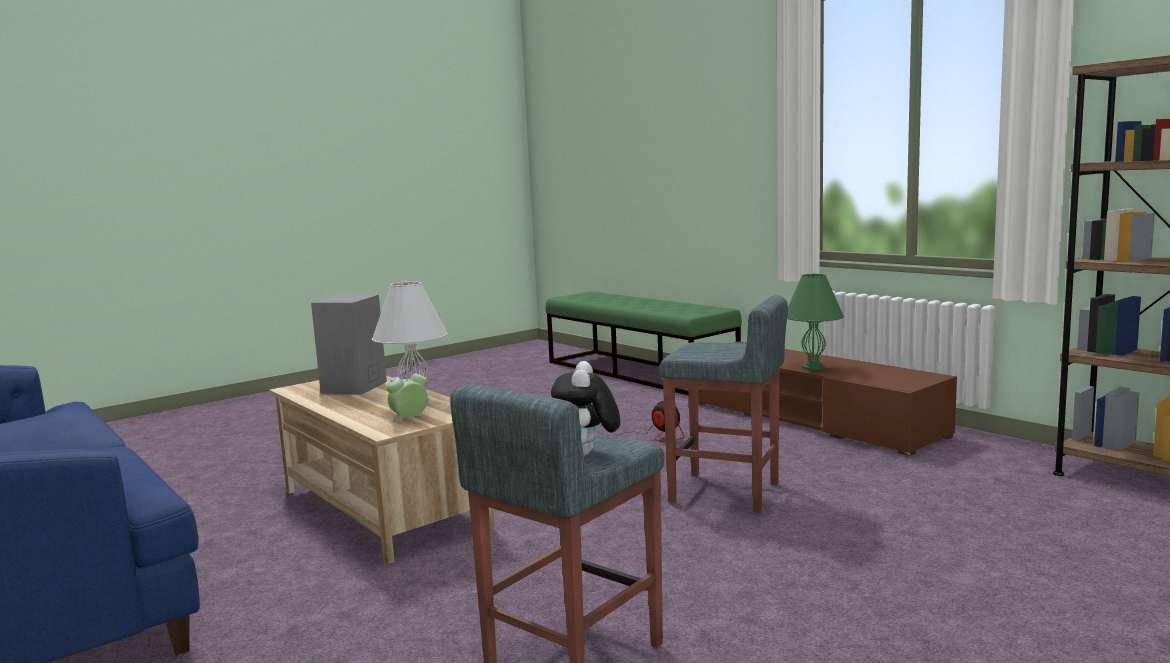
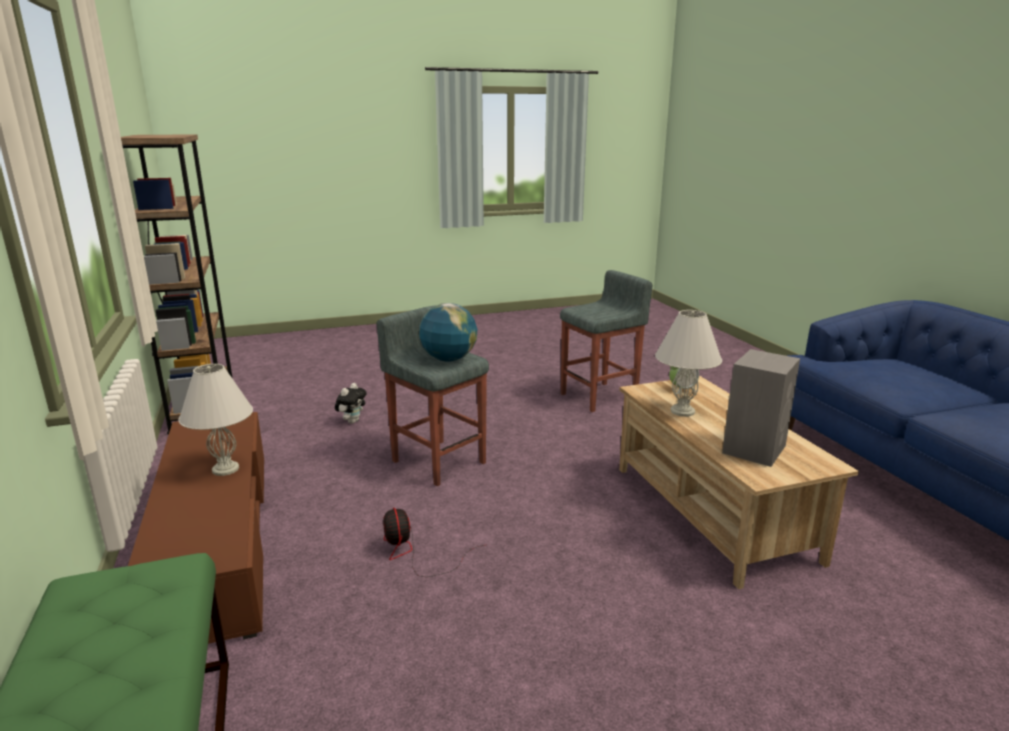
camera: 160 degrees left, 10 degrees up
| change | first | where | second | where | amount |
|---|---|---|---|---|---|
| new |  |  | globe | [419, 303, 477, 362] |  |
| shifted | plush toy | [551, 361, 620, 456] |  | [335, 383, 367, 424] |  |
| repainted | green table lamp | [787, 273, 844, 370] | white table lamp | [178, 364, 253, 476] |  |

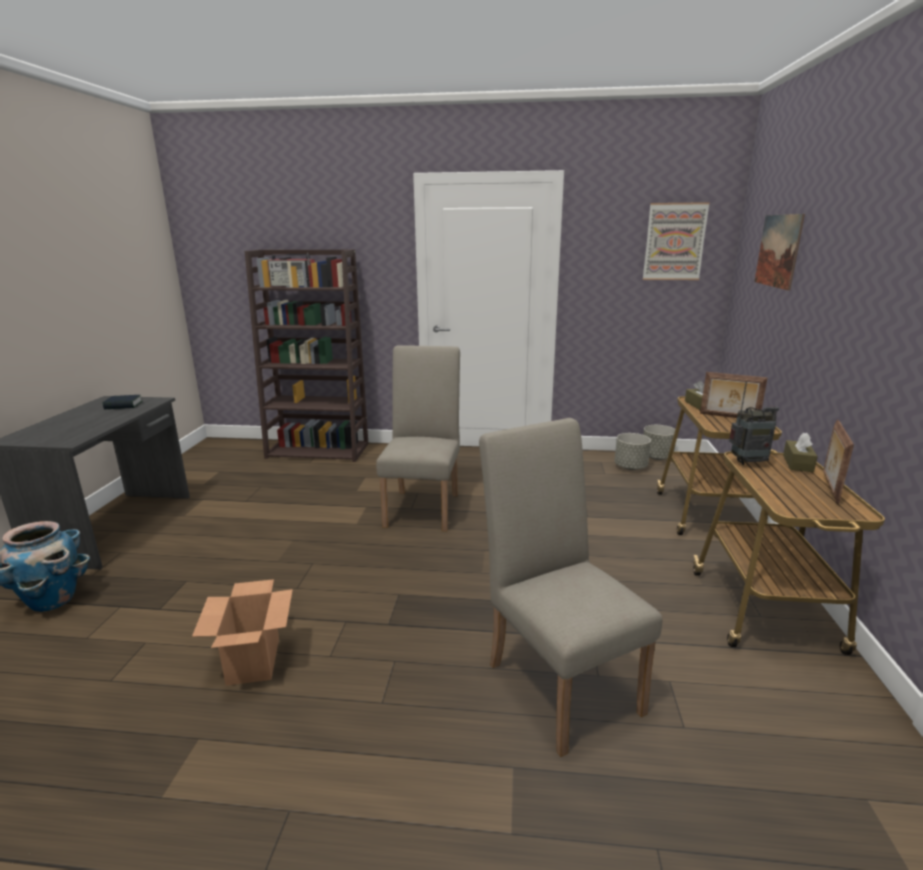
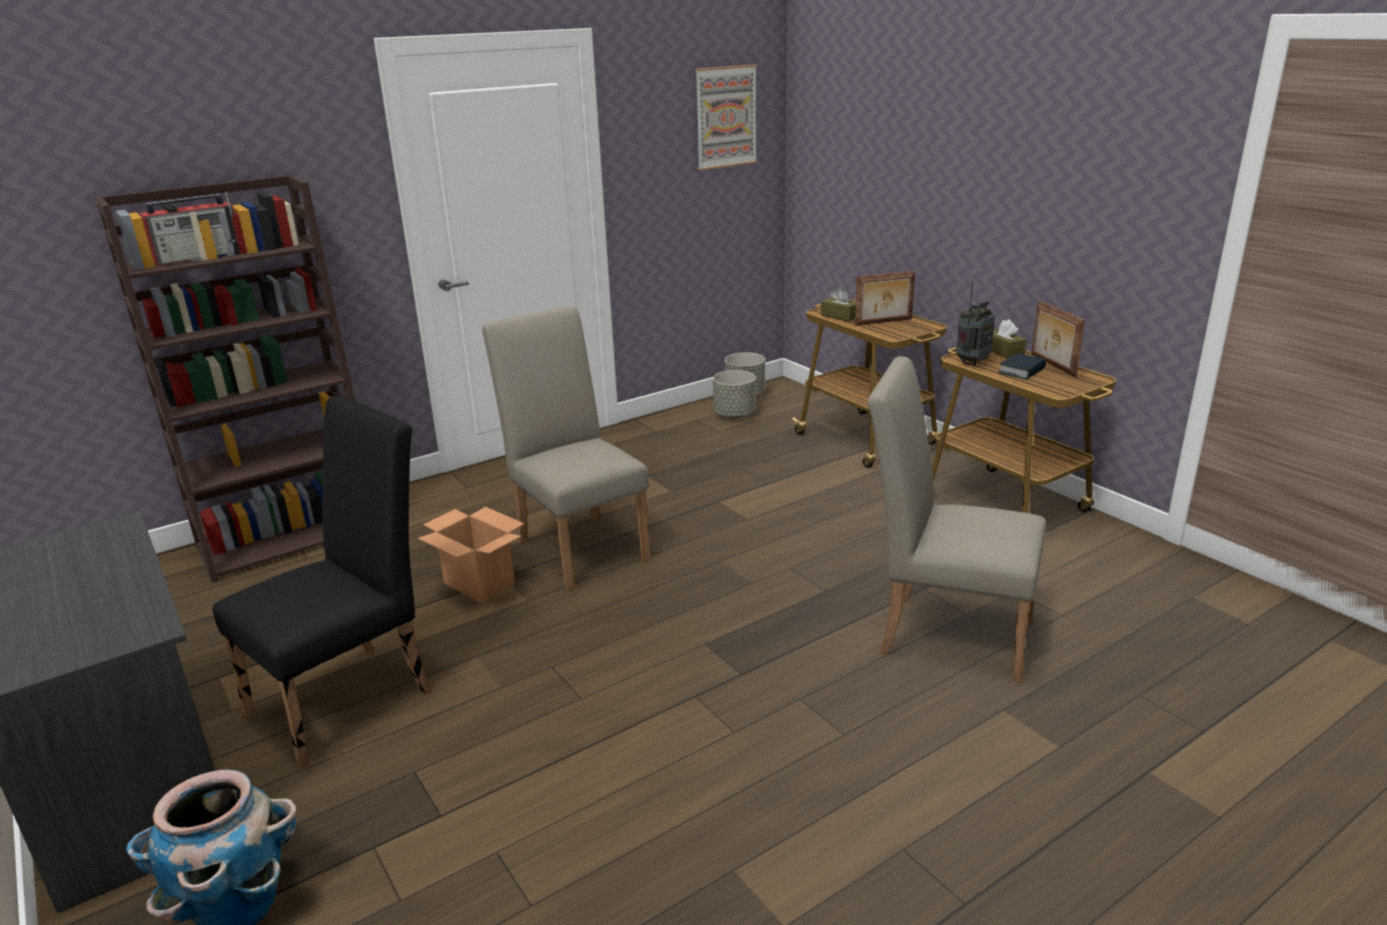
camera: 40 degrees left, 5 degrees up
| change | first | where | second | where | amount |
|---|---|---|---|---|---|
| gone | picture | [754, 214, 805, 291] |  |  |  |
| new |  |  | black chair | [212, 396, 431, 767] |  |
| shifted | book | [102, 395, 142, 409] |  | [998, 353, 1046, 380] |  |
| shifted | cardboard box | [192, 579, 293, 686] |  | [418, 507, 524, 603] |  |

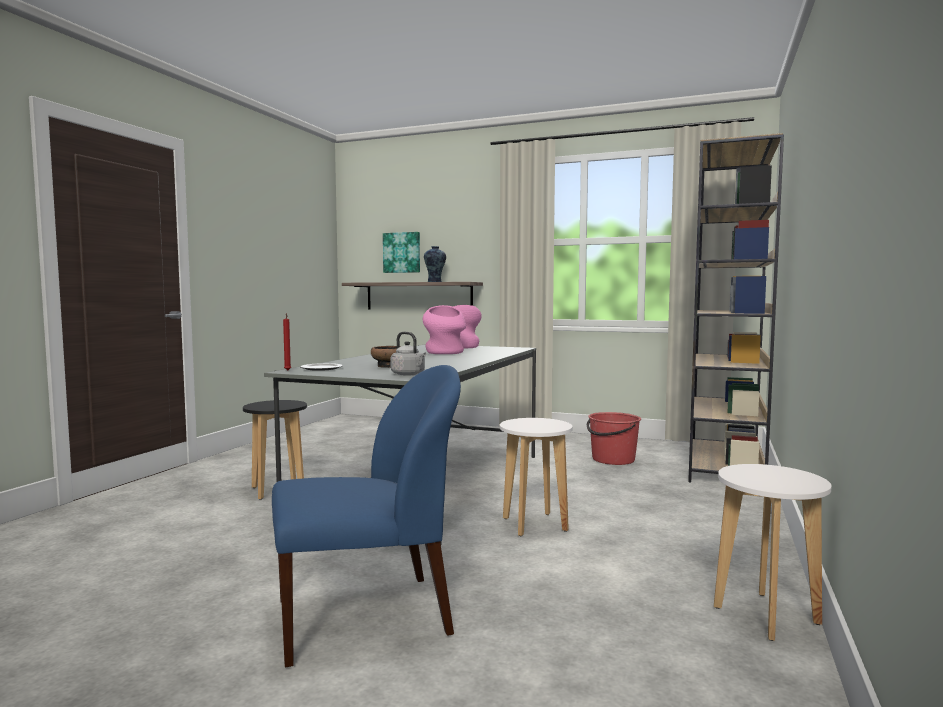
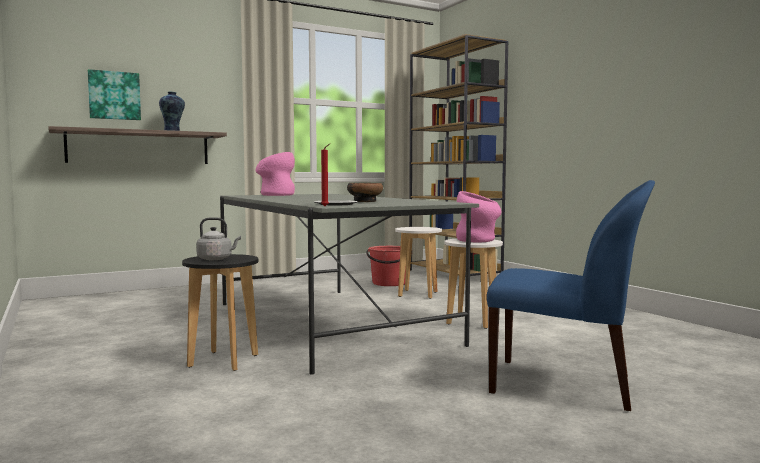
camera: 50 degrees left, 0 degrees up
| change | first | where | second | where | amount |
|---|---|---|---|---|---|
| shifted | grey kettle | [390, 332, 426, 376] |  | [196, 217, 241, 260] |  |
| shifted | pink vase | [423, 305, 466, 354] |  | [456, 191, 502, 242] |  |
| shifted | white stool | [714, 464, 832, 641] |  | [395, 227, 442, 299] |  |
| rotated | blue chair | [272, 365, 461, 667] |  | [487, 180, 655, 411] | 90 degrees clockwise |

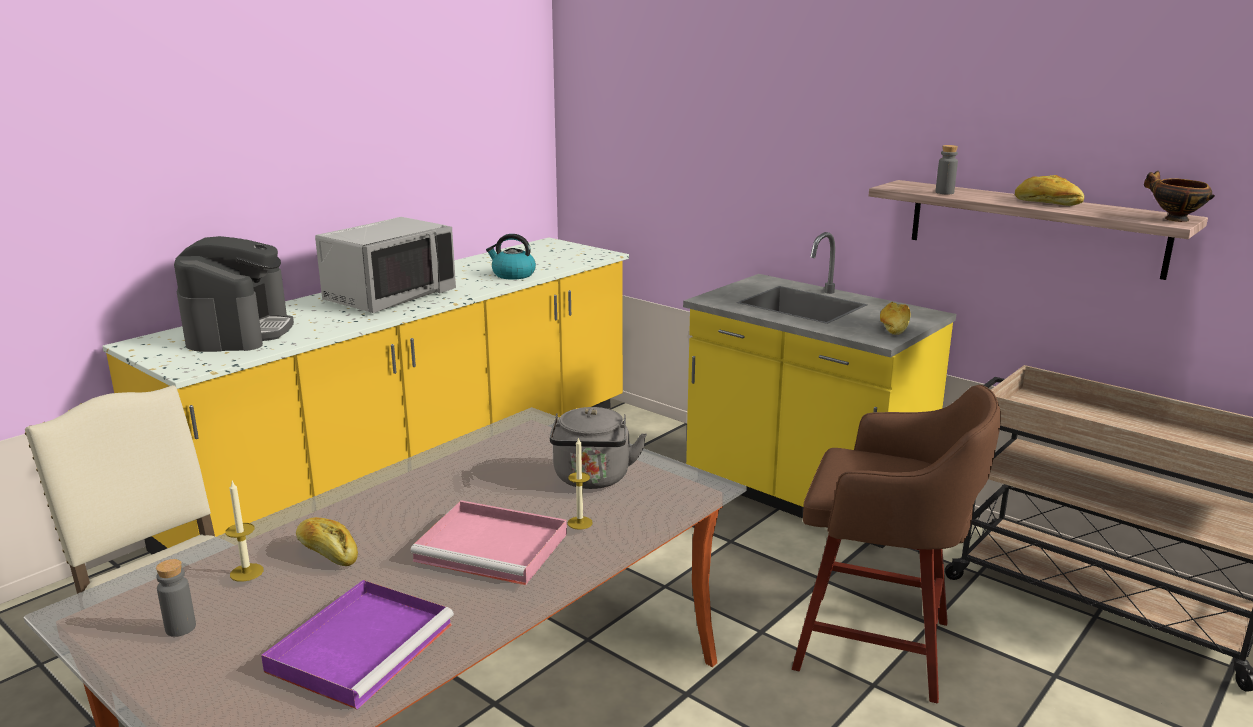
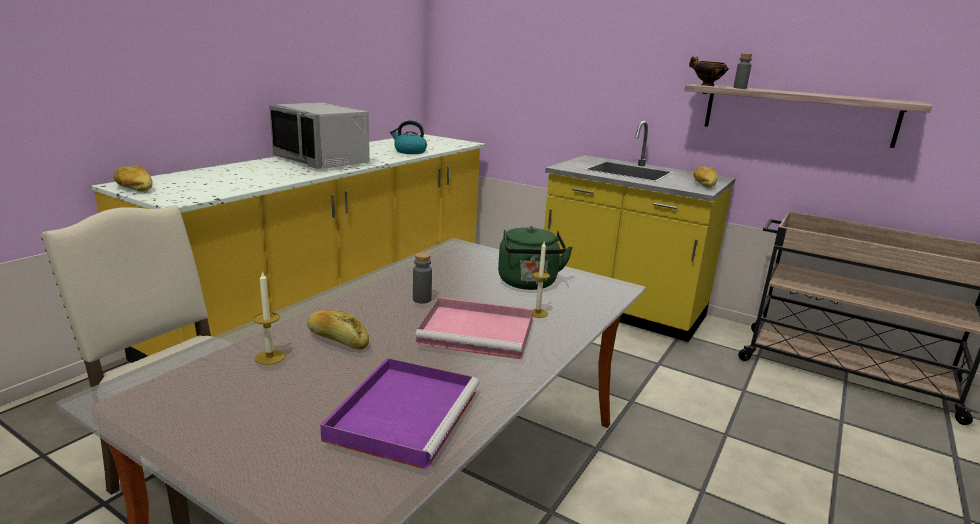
camera: 10 degrees left, 0 degrees up
| change | first | where | second | where | amount |
|---|---|---|---|---|---|
| gone | coffee machine | [174, 236, 294, 352] |  |  |  |
| gone | brown stool | [792, 384, 1001, 703] |  |  |  |
| shifted | grey bottle | [156, 559, 196, 637] |  | [413, 252, 432, 303] |  |
| shifted | bread | [1015, 175, 1084, 206] |  | [114, 166, 153, 192] |  |
| shifted | bowl | [1144, 171, 1215, 222] |  | [689, 57, 729, 86] |  |
| repainted | grey kettle | [550, 407, 647, 489] | green kettle | [498, 226, 573, 290] |  |
| rotated | grey microwave | [315, 217, 456, 313] |  | [269, 103, 370, 169] | 105 degrees clockwise |

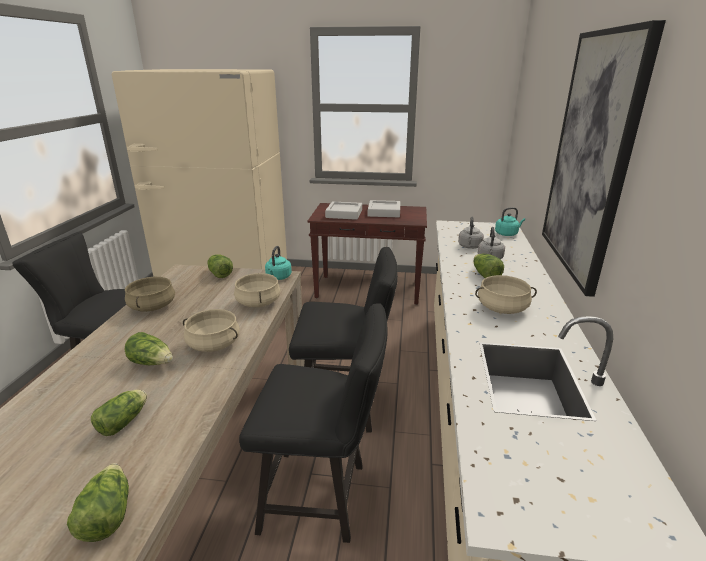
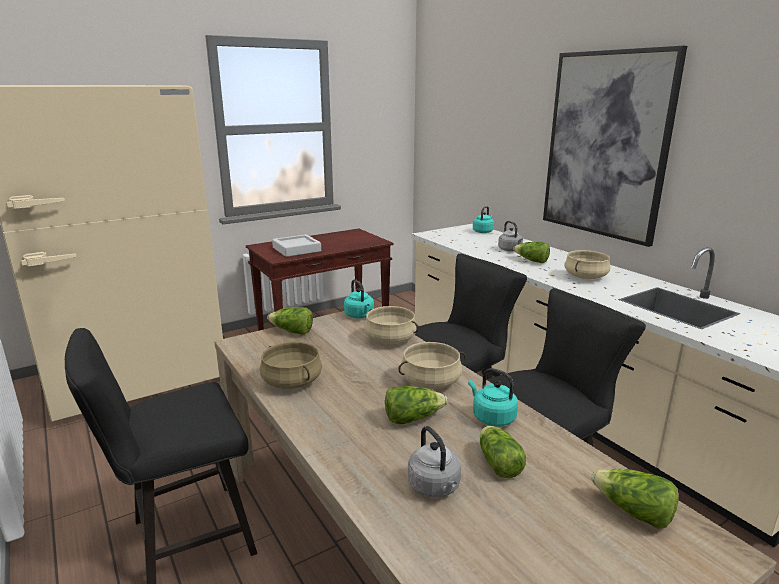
camera: 40 degrees left, 5 degrees down
| change | first | where | second | where | amount |
|---|---|---|---|---|---|
| gone | grey tray | [368, 200, 400, 217] |  |  |  |
| new |  |  | turquoise kettle | [468, 368, 518, 427] |  |
| shifted | grey kettle | [458, 217, 484, 249] |  | [408, 426, 461, 497] |  |

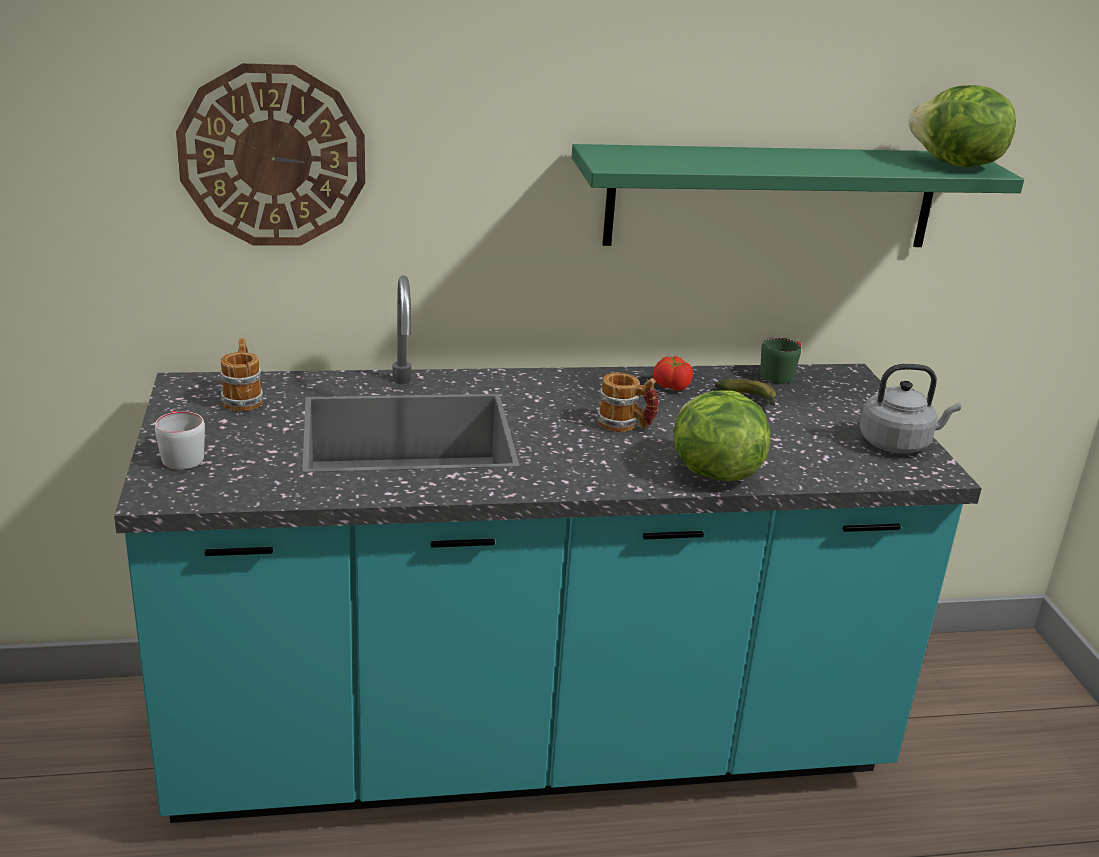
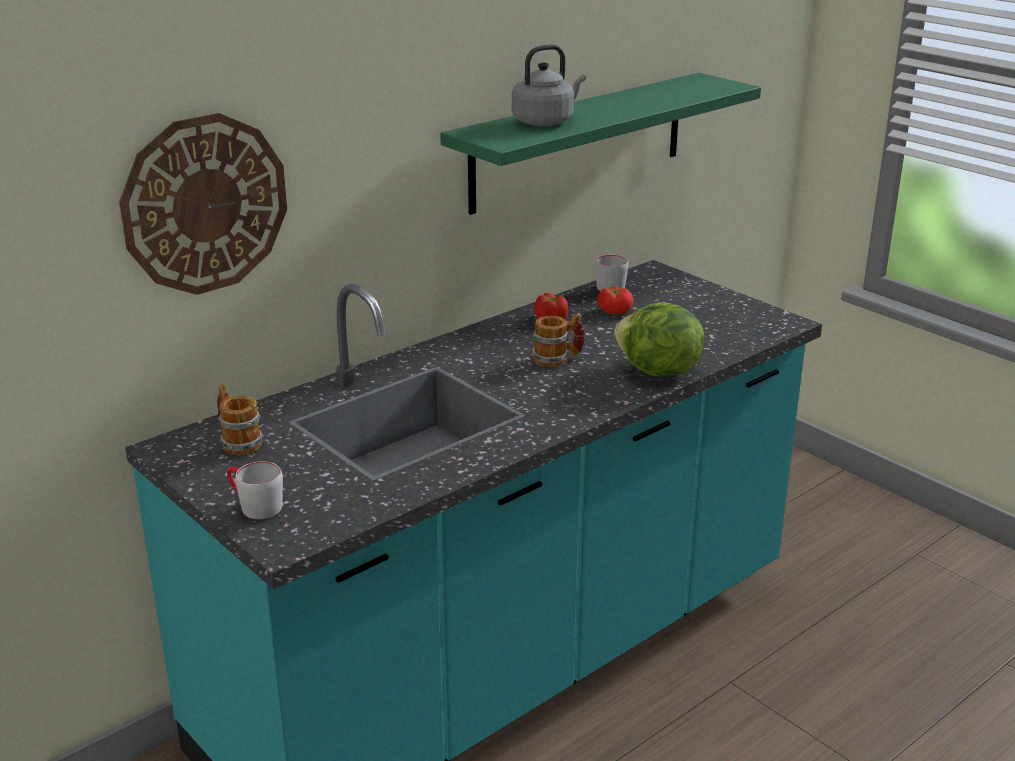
camera: 30 degrees left, 0 degrees up
| change | first | where | second | where | amount |
|---|---|---|---|---|---|
| gone | lettuce | [909, 85, 1016, 167] |  |  |  |
| shifted | grey kettle | [859, 364, 961, 454] |  | [512, 45, 586, 126] |  |
| swapped | banana | [715, 379, 776, 406] | tomato | [597, 286, 633, 314] |  |
| repainted | green mug | [760, 337, 801, 384] | grey mug | [595, 255, 628, 291] |  |

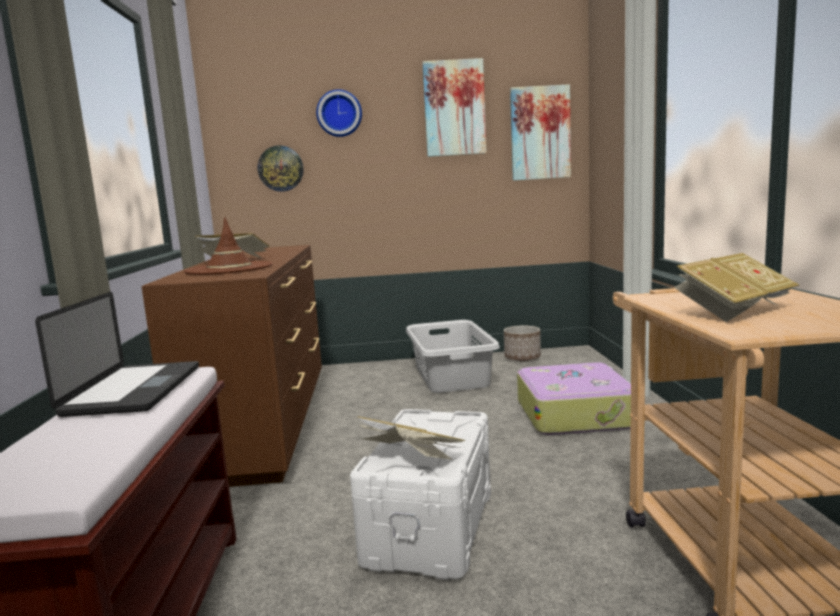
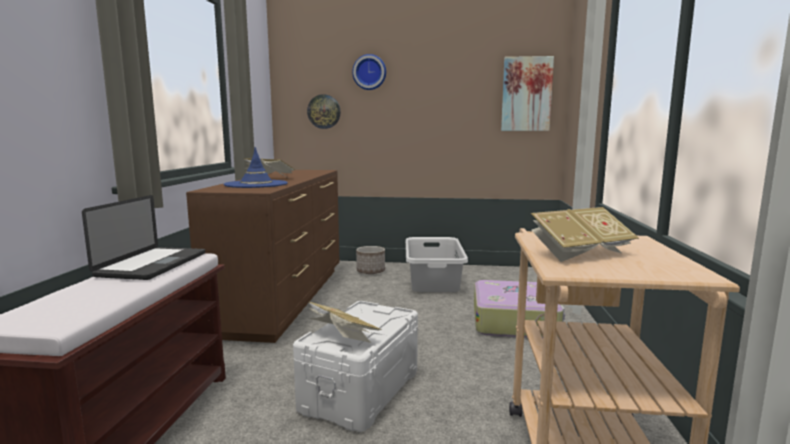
camera: 10 degrees right, 0 degrees up
| change | first | where | second | where | amount |
|---|---|---|---|---|---|
| gone | picture | [422, 58, 487, 157] |  |  |  |
| shifted | planter | [504, 326, 541, 361] |  | [356, 246, 385, 274] |  |
| repainted | brown hat | [184, 217, 273, 275] | blue hat | [224, 147, 288, 188] |  |

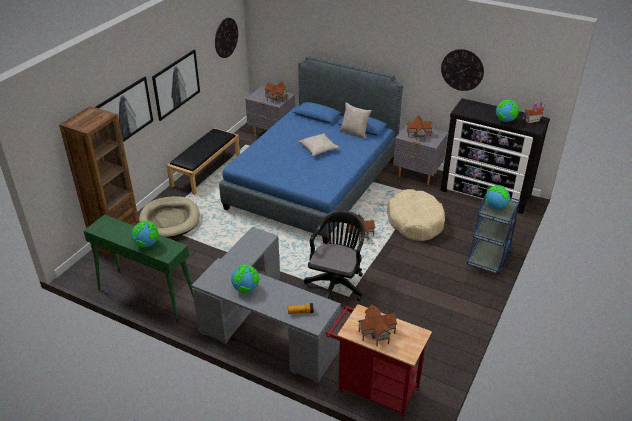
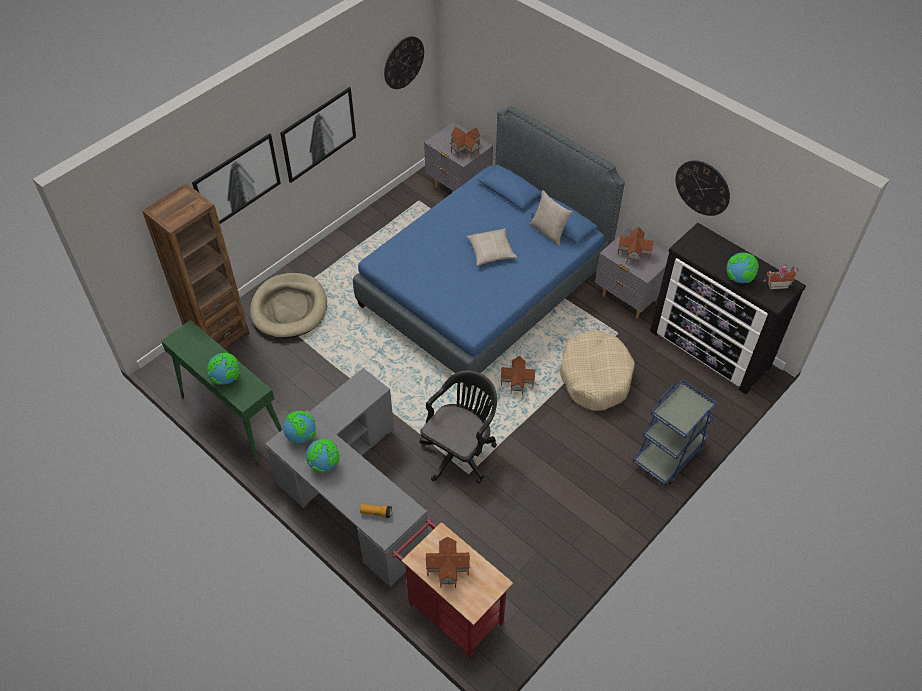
camera: 15 degrees right, 15 degrees up
| change | first | where | second | where | amount |
|---|---|---|---|---|---|
| gone | black bench | [167, 128, 240, 195] |  |  |  |
| shifted | globe | [485, 185, 511, 209] |  | [283, 411, 316, 444] |  |

